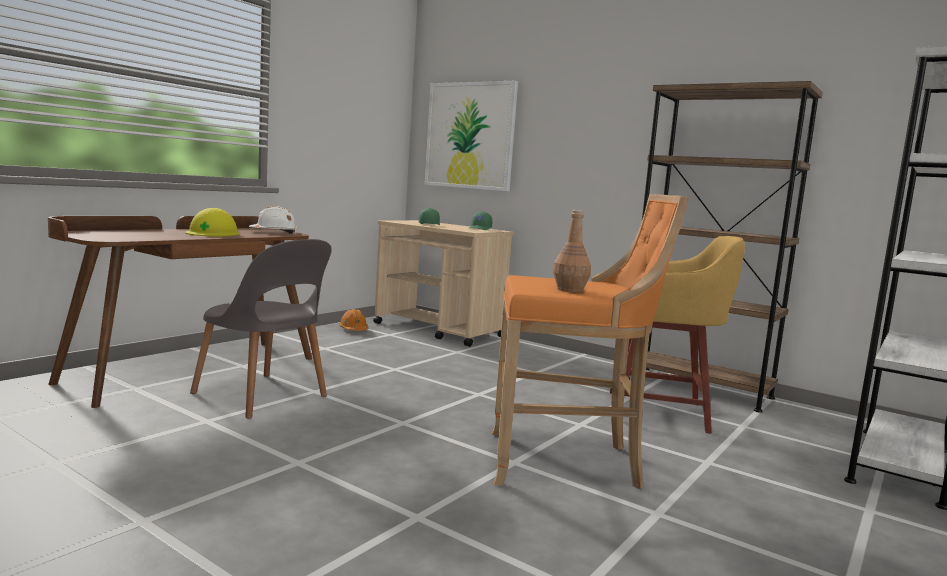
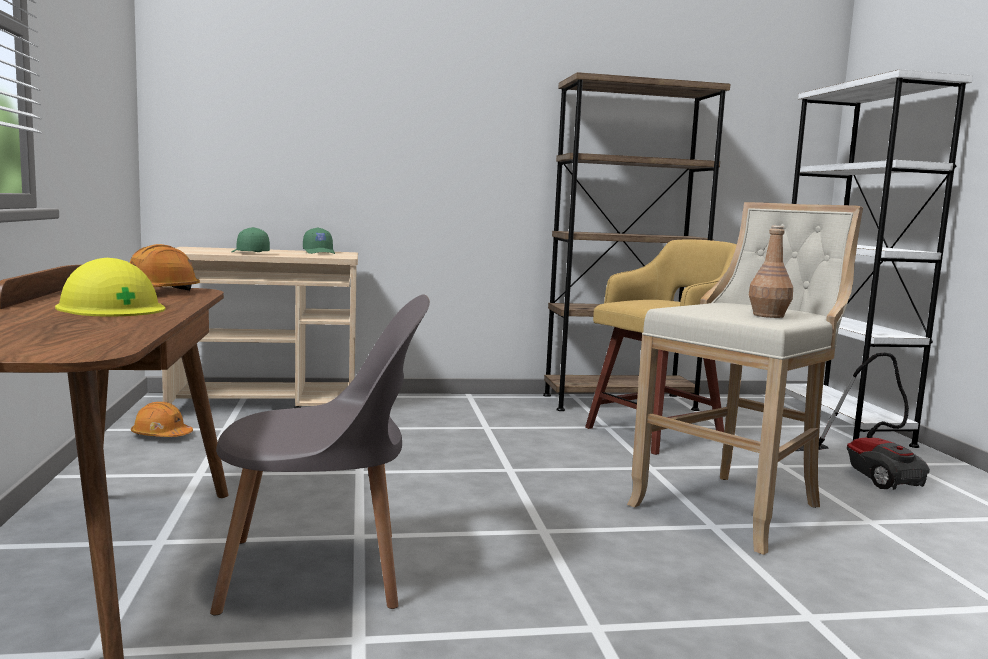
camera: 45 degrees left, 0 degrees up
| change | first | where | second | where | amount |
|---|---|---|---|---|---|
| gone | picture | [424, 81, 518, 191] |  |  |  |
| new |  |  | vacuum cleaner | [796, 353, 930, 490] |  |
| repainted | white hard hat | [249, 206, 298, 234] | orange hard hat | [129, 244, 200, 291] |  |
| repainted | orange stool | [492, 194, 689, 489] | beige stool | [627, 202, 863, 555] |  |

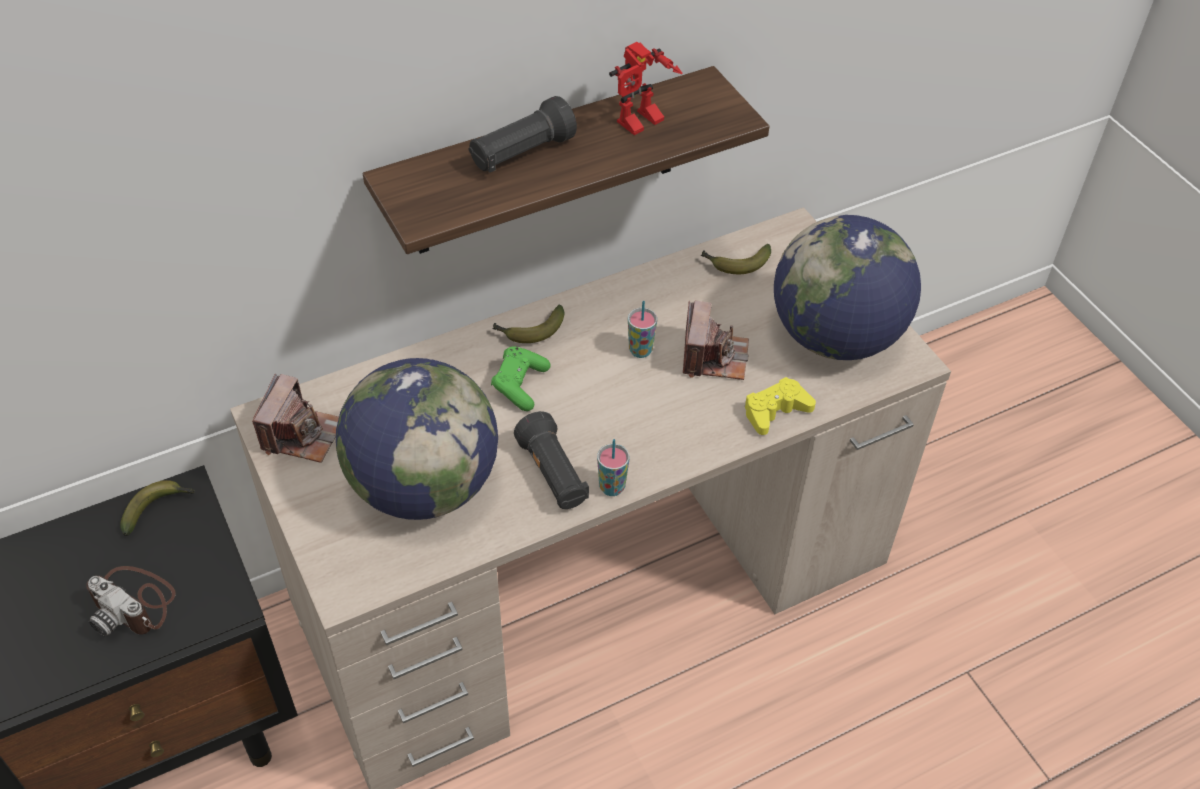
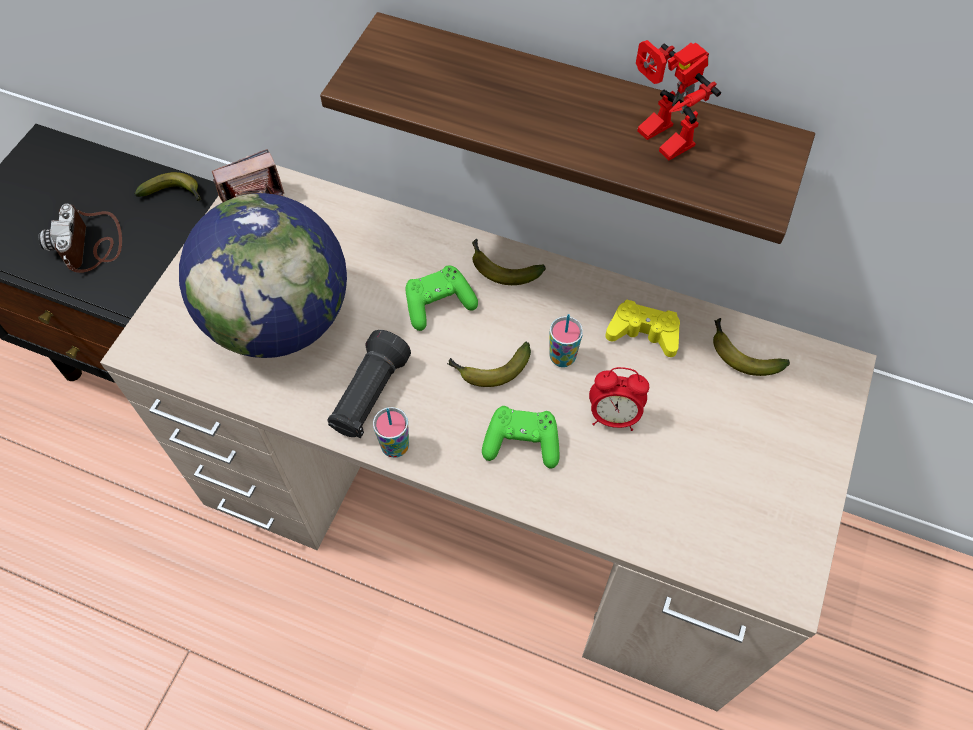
camera: 50 degrees right, 10 degrees up
| change | first | where | second | where | amount |
|---|---|---|---|---|---|
| gone | black flashlight | [469, 96, 577, 173] |  |  |  |
| gone | globe | [774, 215, 921, 360] |  |  |  |
| new |  |  | banana | [447, 342, 531, 387] |  |
| new |  |  | green game controller | [482, 406, 560, 469] |  |
| shifted | yellow game controller | [745, 377, 816, 435] |  | [605, 299, 680, 357] |  |
| swapped | photo camera | [683, 300, 749, 380] | alarm clock | [589, 367, 649, 431] |  |
| rotated | toy robot | [609, 42, 682, 135] |  | [636, 40, 721, 160] | 45 degrees clockwise |

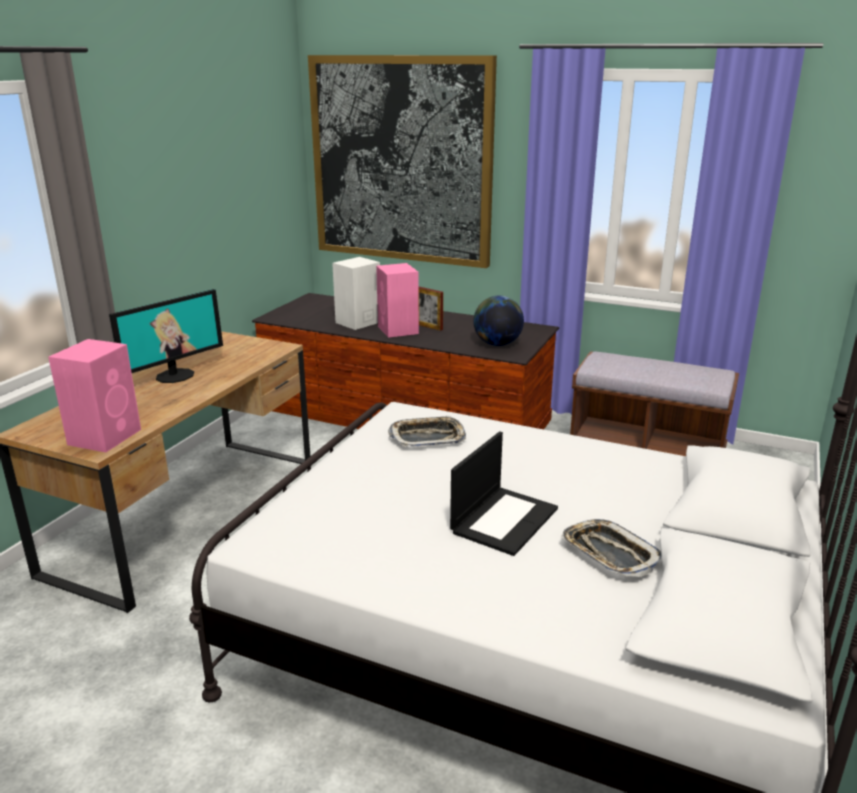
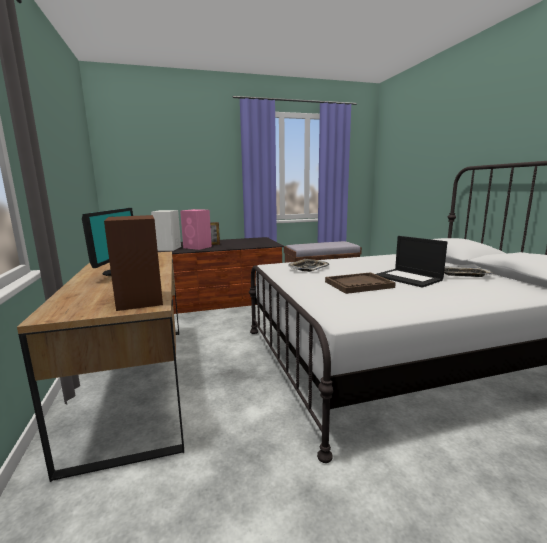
camera: 40 degrees left, 10 degrees down
| change | first | where | second | where | amount |
|---|---|---|---|---|---|
| gone | picture | [308, 55, 497, 268] |  |  |  |
| gone | globe | [473, 296, 524, 346] |  |  |  |
| new |  |  | brown tray | [325, 272, 396, 294] |  |
| repainted | pink speaker | [48, 339, 141, 452] | brown speaker | [104, 215, 163, 311] |  |
| rotated | laptop | [450, 431, 558, 556] |  | [376, 236, 447, 288] | 150 degrees clockwise |

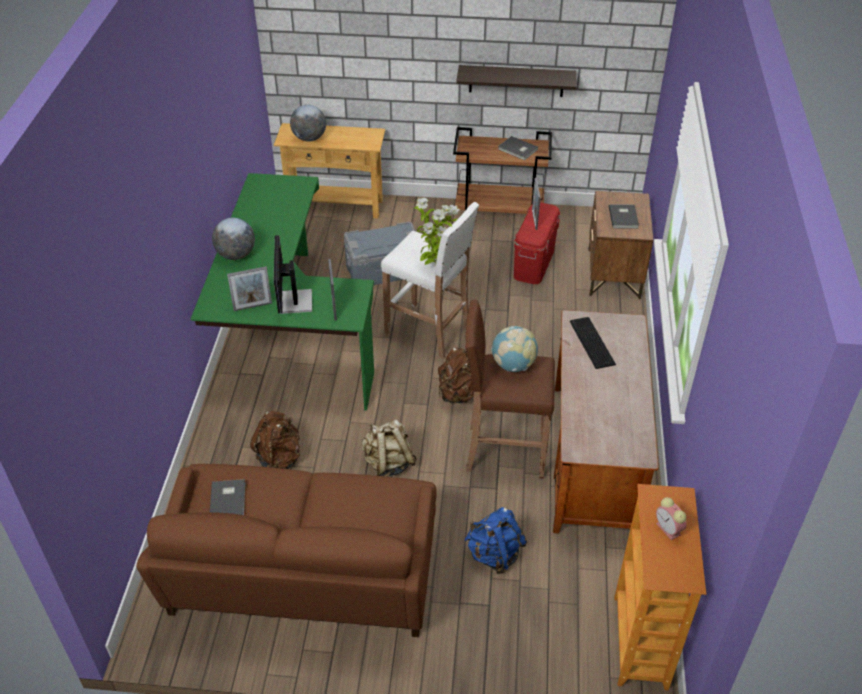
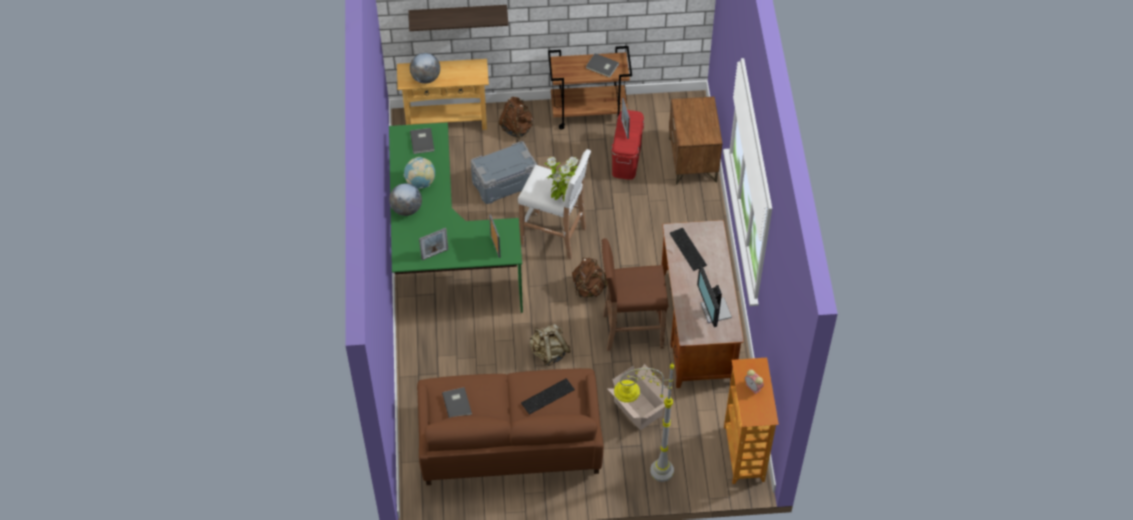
camera: 10 degrees left, 10 degrees up
| change | first | where | second | where | amount |
|---|---|---|---|---|---|
| new |  |  | keyboard | [521, 378, 575, 415] |  |
| new |  |  | grey floor lamp | [614, 362, 674, 482] |  |
| shifted | brown backpack | [250, 411, 300, 469] |  | [498, 97, 533, 139] |  |
| shifted | monitor | [274, 235, 312, 314] |  | [697, 266, 732, 327] |  |
| shifted | shelf | [456, 65, 576, 97] |  | [409, 5, 509, 31] |  |
| shifted | globe | [491, 326, 538, 372] |  | [404, 157, 435, 189] |  |
| shifted | grey book | [609, 204, 639, 229] |  | [410, 128, 434, 154] |  |
| swapped | blue backpack | [465, 507, 528, 574] | cardboard box | [608, 364, 668, 430] |  |

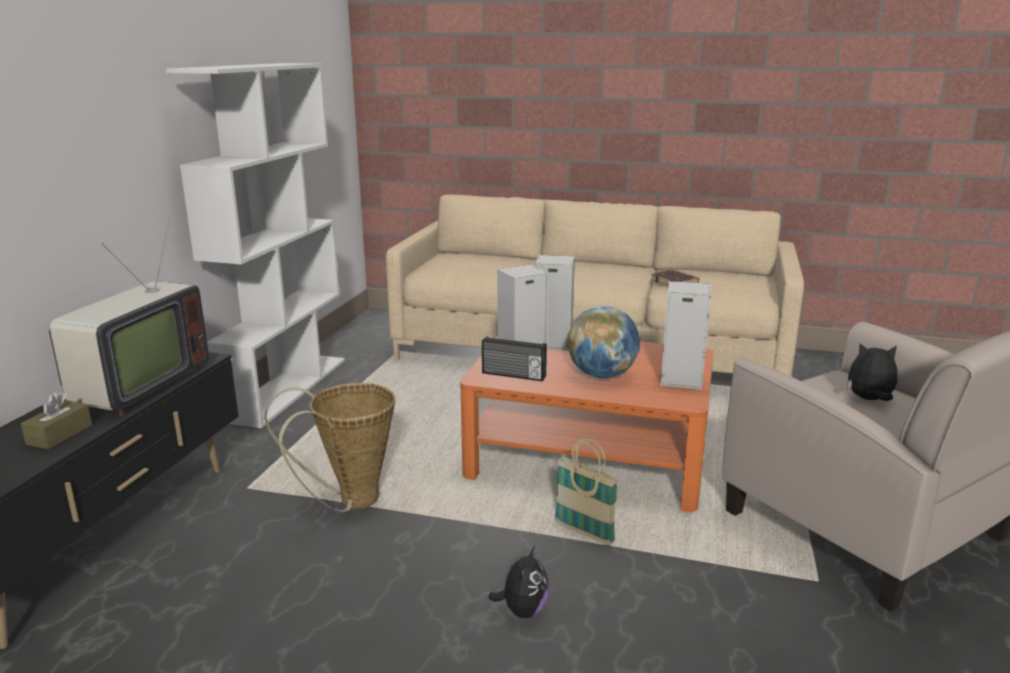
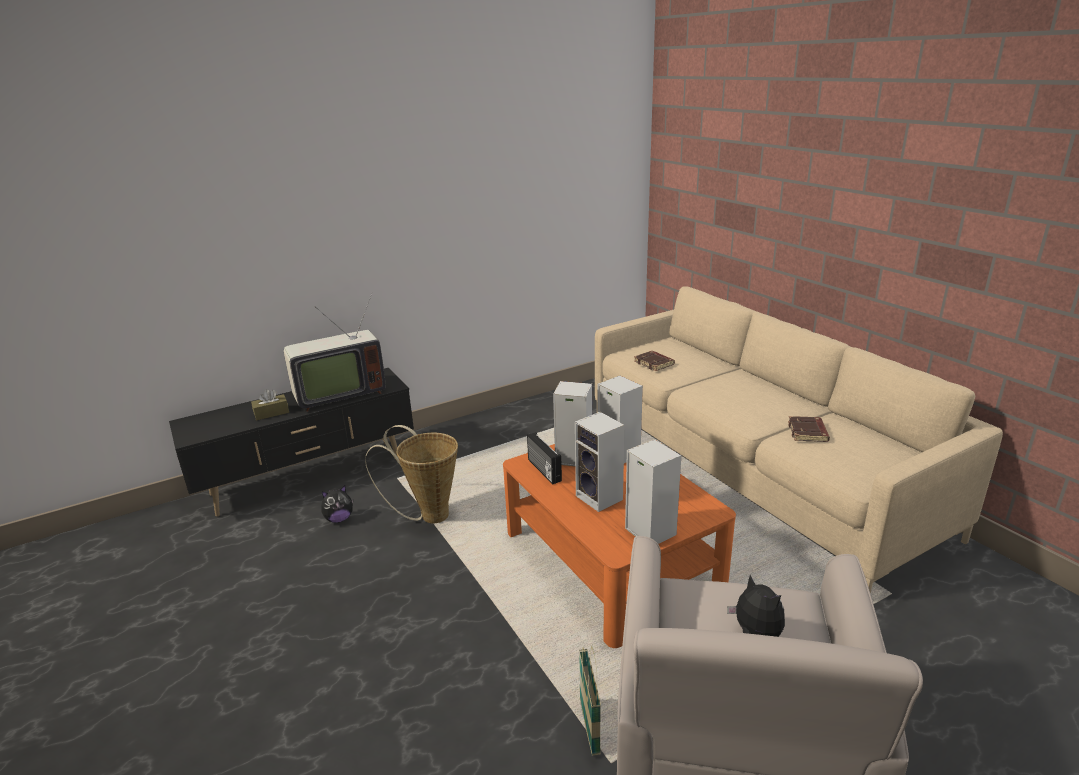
camera: 45 degrees right, 5 degrees up
| change | first | where | second | where | amount |
|---|---|---|---|---|---|
| gone | white bookcase | [166, 63, 345, 428] |  |  |  |
| new |  |  | brown book | [634, 351, 675, 371] |  |
| shifted | plush toy | [489, 546, 549, 618] |  | [321, 486, 353, 523] |  |
| shifted | basket | [554, 438, 619, 546] |  | [579, 646, 601, 756] |  |
| swapped | globe | [568, 306, 640, 378] | speaker | [575, 412, 624, 512] |  |

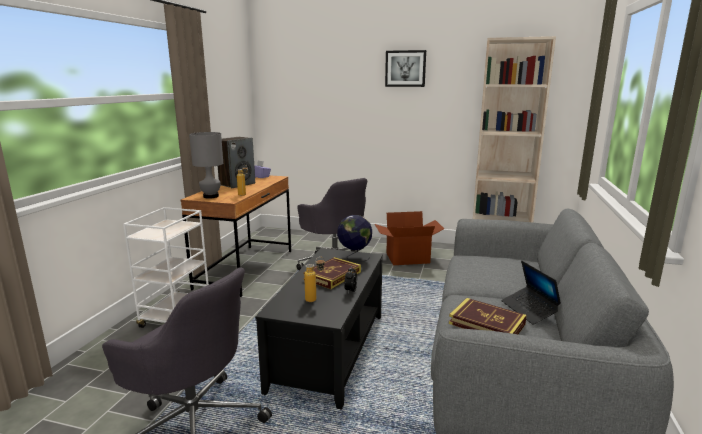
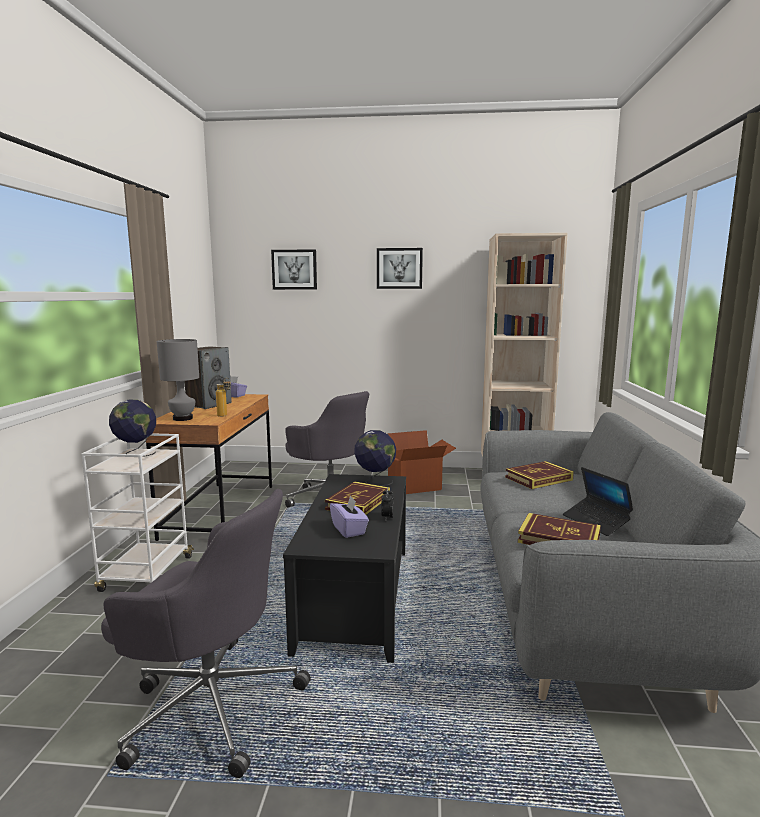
camera: 10 degrees left, 5 degrees down
| change | first | where | second | where | amount |
|---|---|---|---|---|---|
| new |  |  | globe | [109, 400, 156, 457] |  |
| new |  |  | picture | [271, 249, 317, 290] |  |
| new |  |  | book | [505, 461, 574, 489] |  |
| swapped | bottle | [304, 257, 325, 302] | purple tissue box | [330, 495, 369, 538] |  |

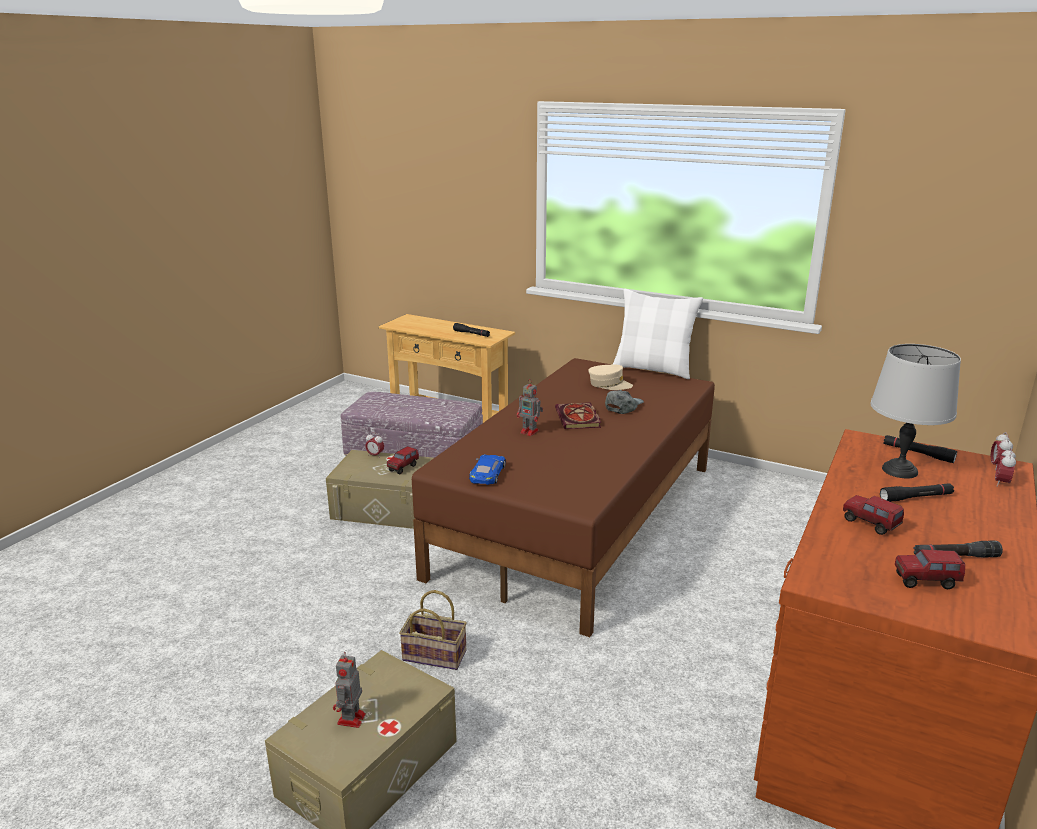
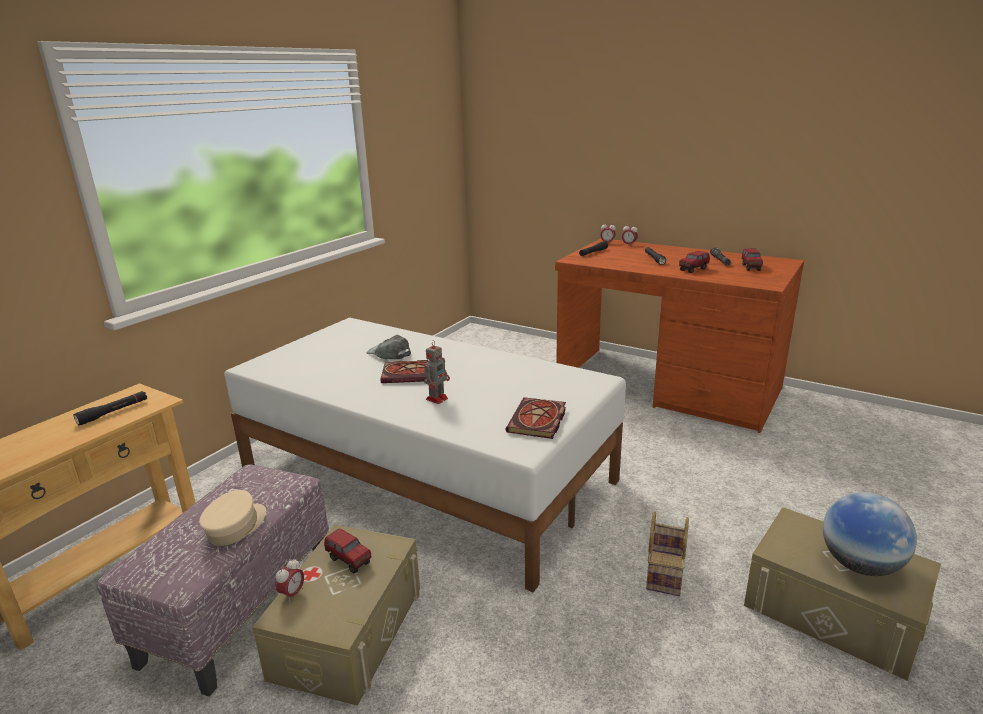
camera: 85 degrees left, 0 degrees up
| change | first | where | second | where | amount |
|---|---|---|---|---|---|
| gone | white pillow | [612, 288, 703, 379] |  |  |  |
| gone | grey table lamp | [870, 344, 961, 479] |  |  |  |
| shifted | beige cap | [588, 365, 633, 390] |  | [199, 490, 266, 546] |  |
| swapped | toy robot | [333, 652, 366, 728] | globe | [823, 492, 917, 576] |  |
| swapped | blue toy car | [469, 454, 506, 485] | book | [506, 397, 566, 439] |  |
| repainted | brown bed | [412, 358, 715, 637] | white bed | [224, 318, 626, 592] |  |

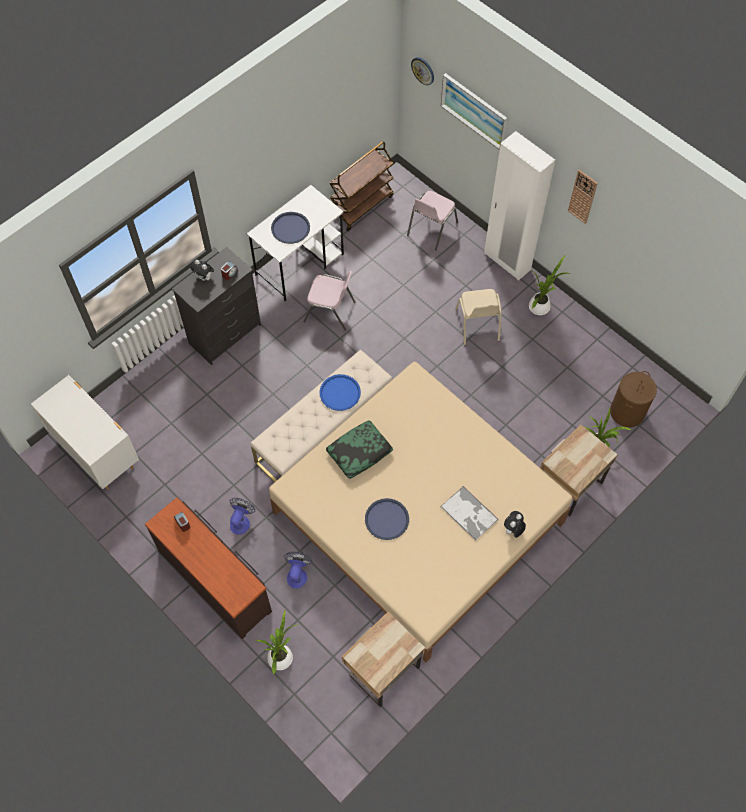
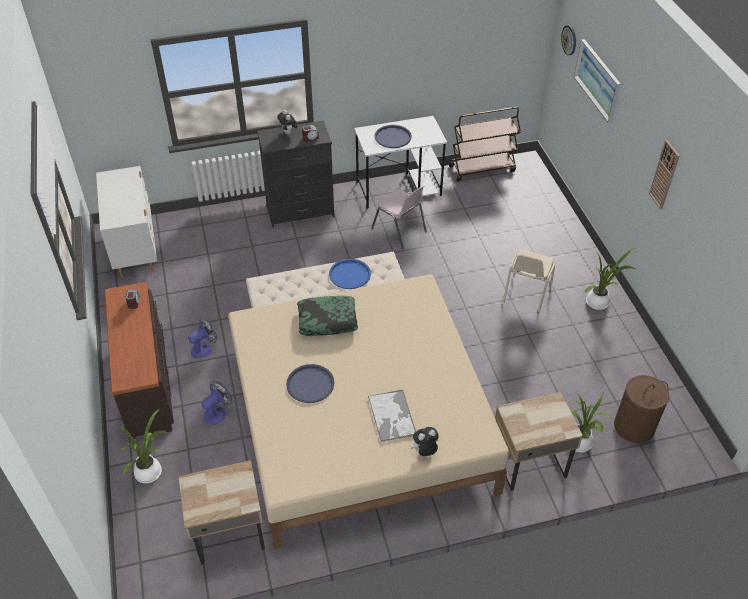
camera: 30 degrees right, 15 degrees down
| change | first | where | second | where | amount |
|---|---|---|---|---|---|
| gone | pink chair | [407, 191, 458, 250] |  |  |  |
| gone | white wardrobe | [484, 131, 555, 281] |  |  |  |

